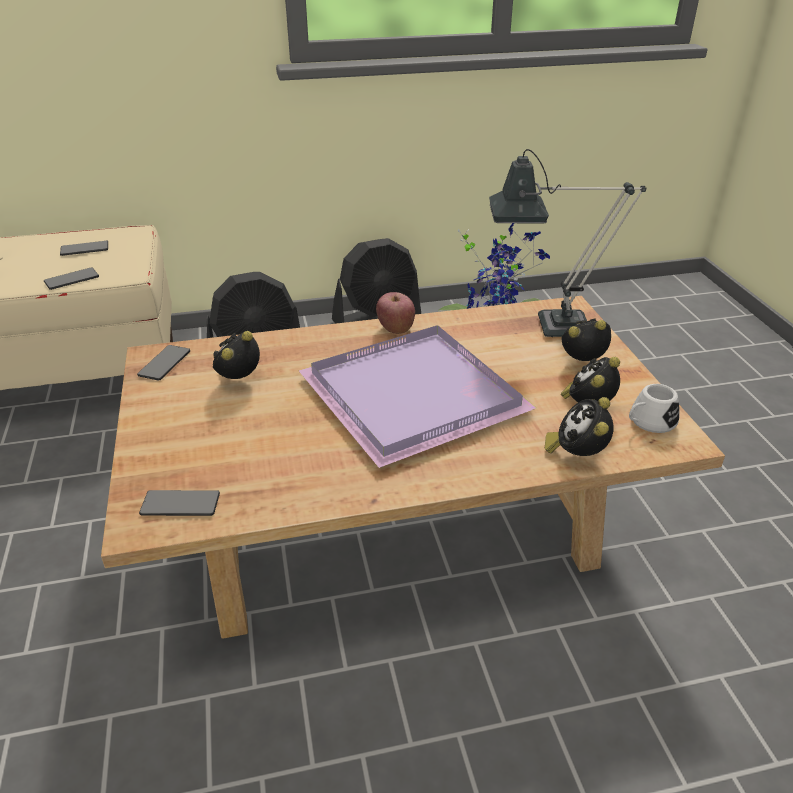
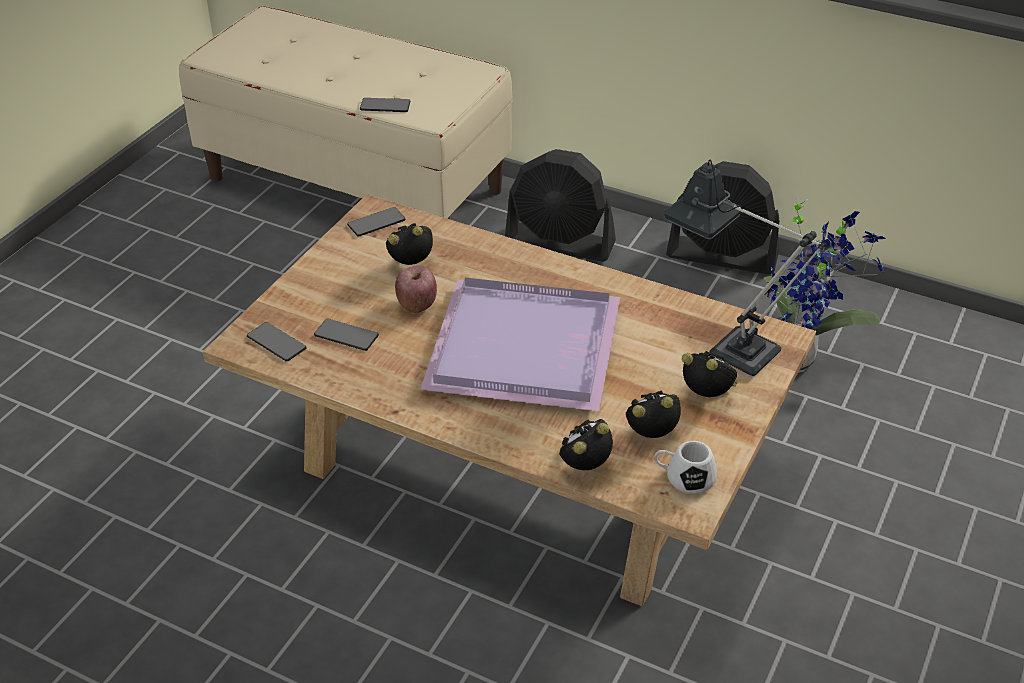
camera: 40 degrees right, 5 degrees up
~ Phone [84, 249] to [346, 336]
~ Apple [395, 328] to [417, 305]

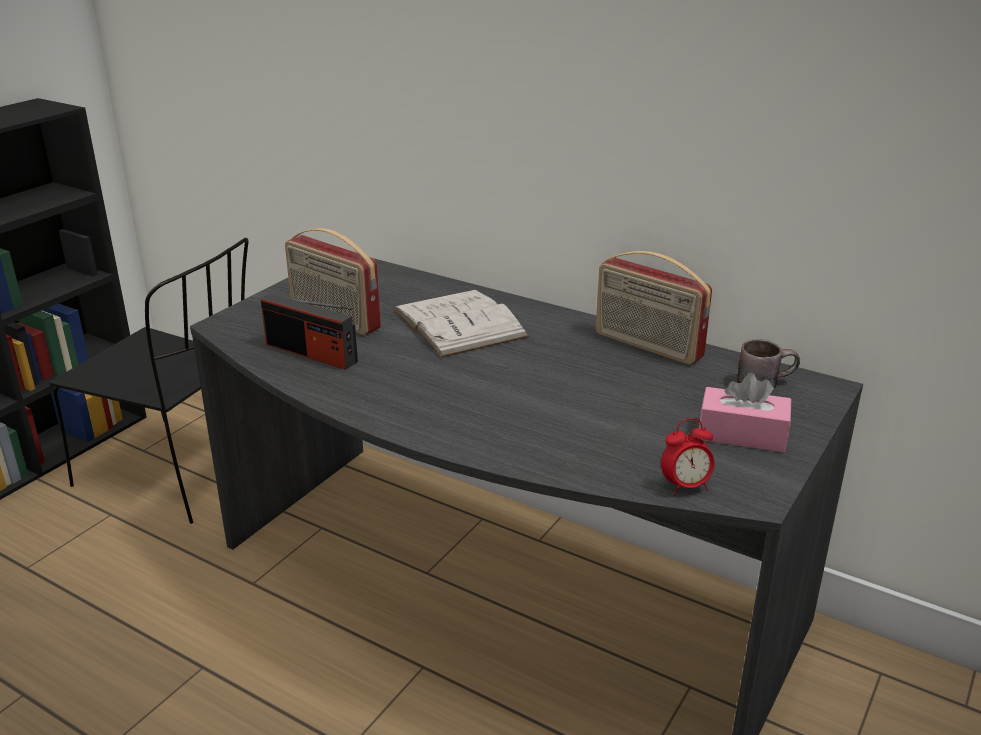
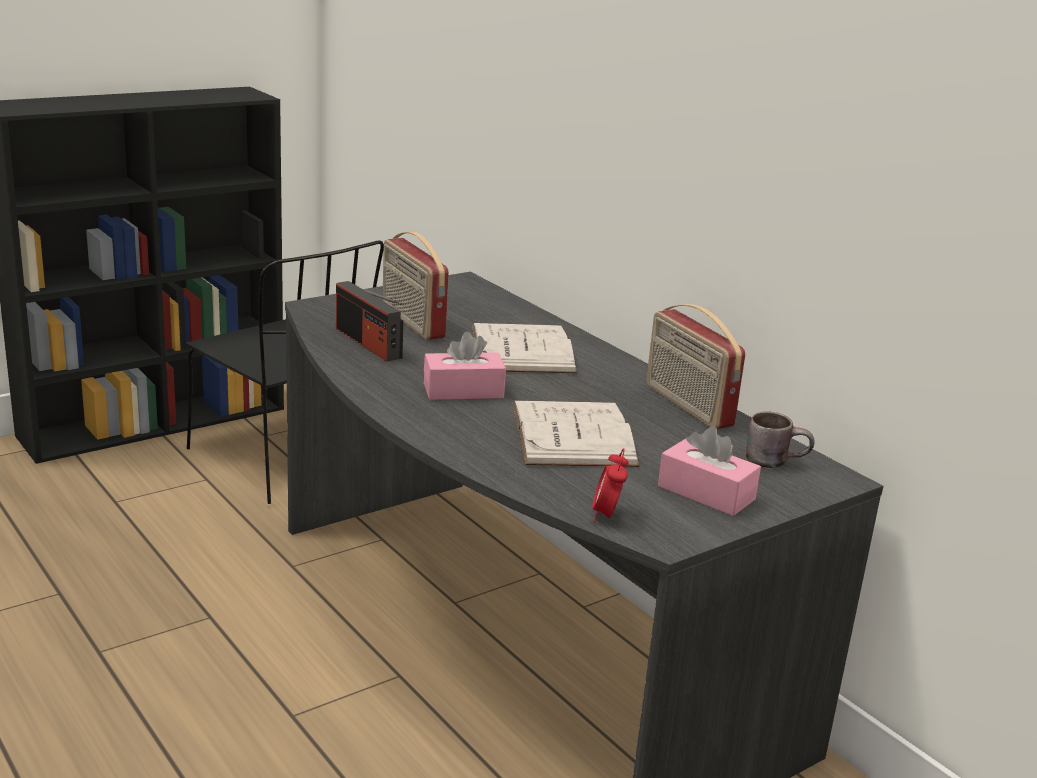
camera: 20 degrees right, 5 degrees down
+ PinkTissueBox [463, 391]
+ WhiteBook [572, 434]
~ AlarmClock [685, 486] = [607, 516] 90 degrees clockwise

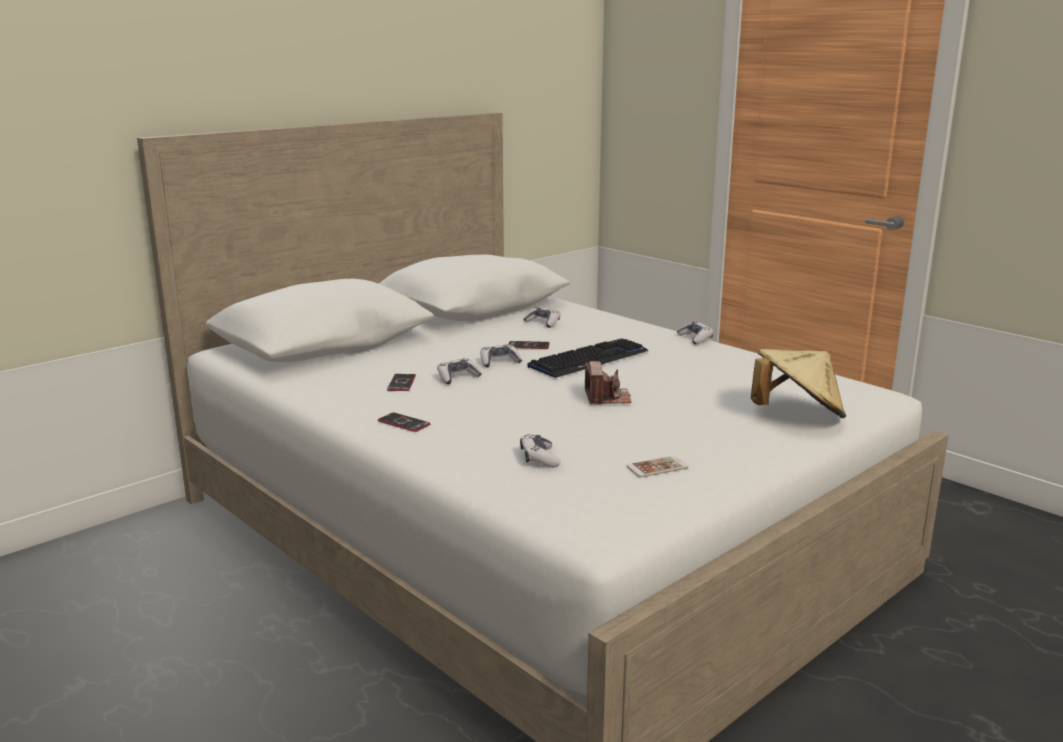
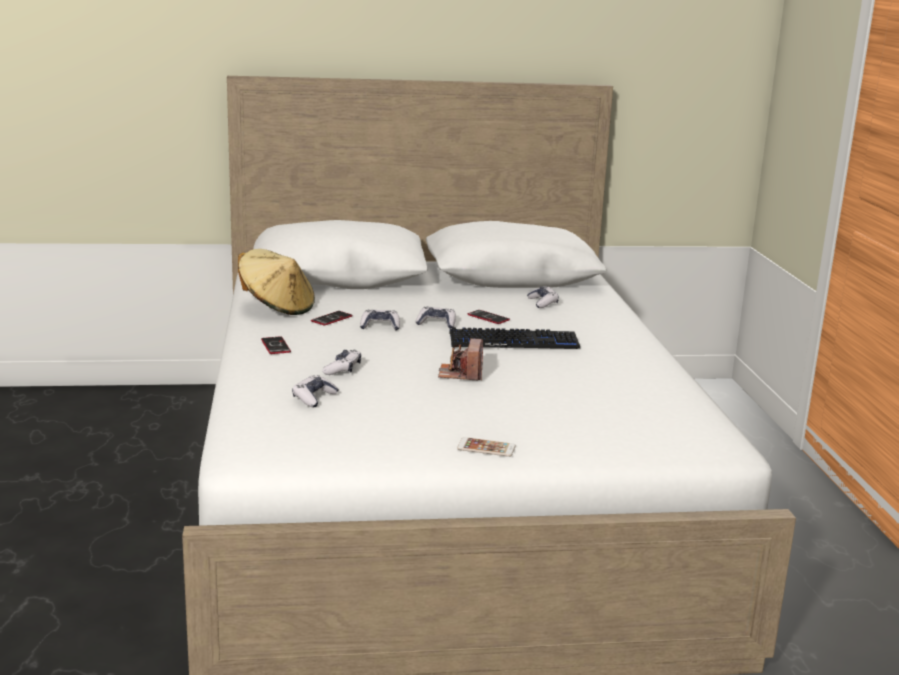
camera: 35 degrees right, 0 degrees up
~ BeigeHat [797, 415] to [277, 307]
~ GameController [695, 338] to [342, 369]
~ PhotoCamera [607, 398] = [461, 374] 150 degrees clockwise
~ Phone [657, 467] to [486, 448]

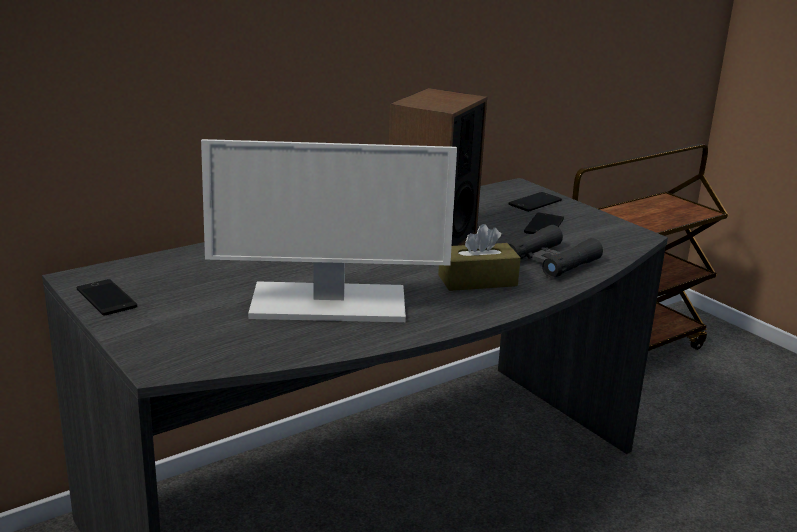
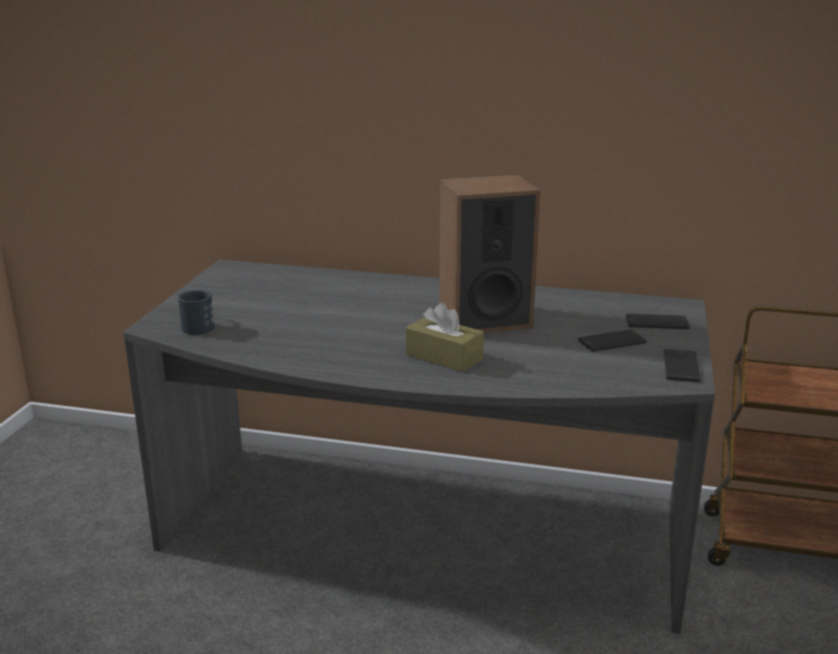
camera: 50 degrees right, 0 degrees up
+ BlackMug [199, 325]
~ Phone [106, 298] to [681, 366]
- Monitor [327, 304]
- BlackBinoculars [551, 261]

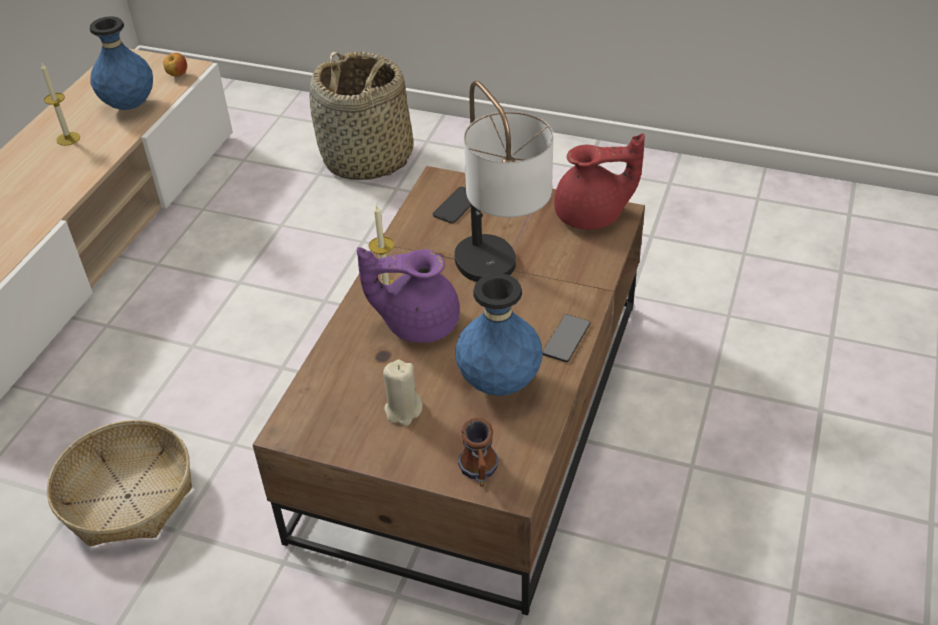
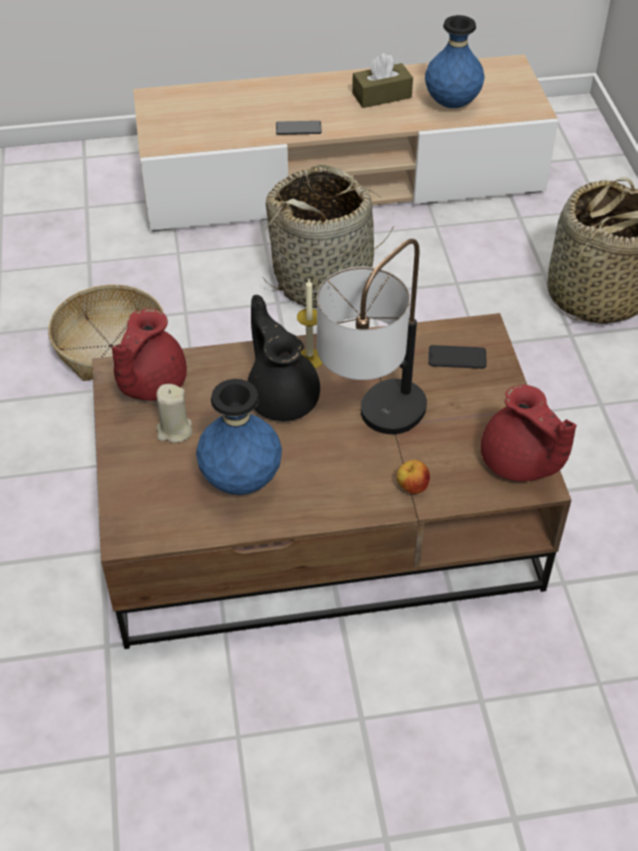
camera: 60 degrees right, 5 degrees up
+ RedTeapot [149, 384]
~ PurpleTeapot [418, 322] to BlackTeapot [282, 396]
+ Basket [323, 278]
~ Phone [566, 339] to [298, 129]
~ Candle [68, 139] to BrownTissueBox [381, 95]
~ Apple [177, 75] to [412, 487]
- Mug [479, 473]

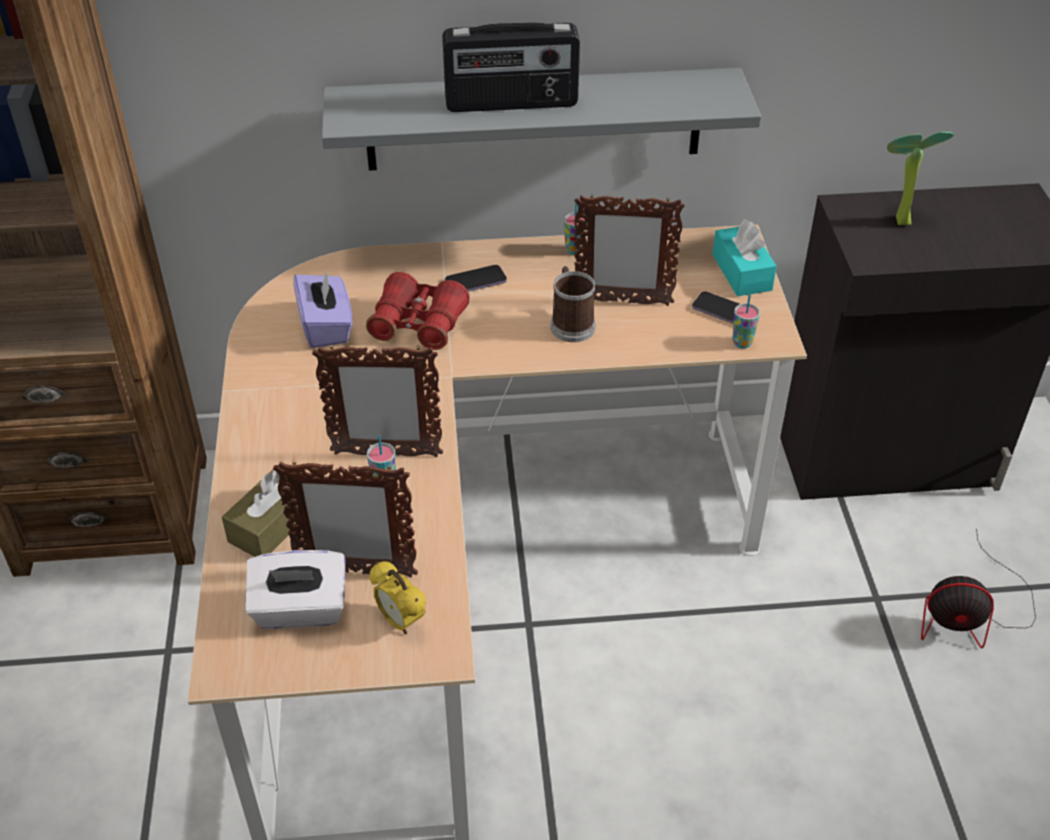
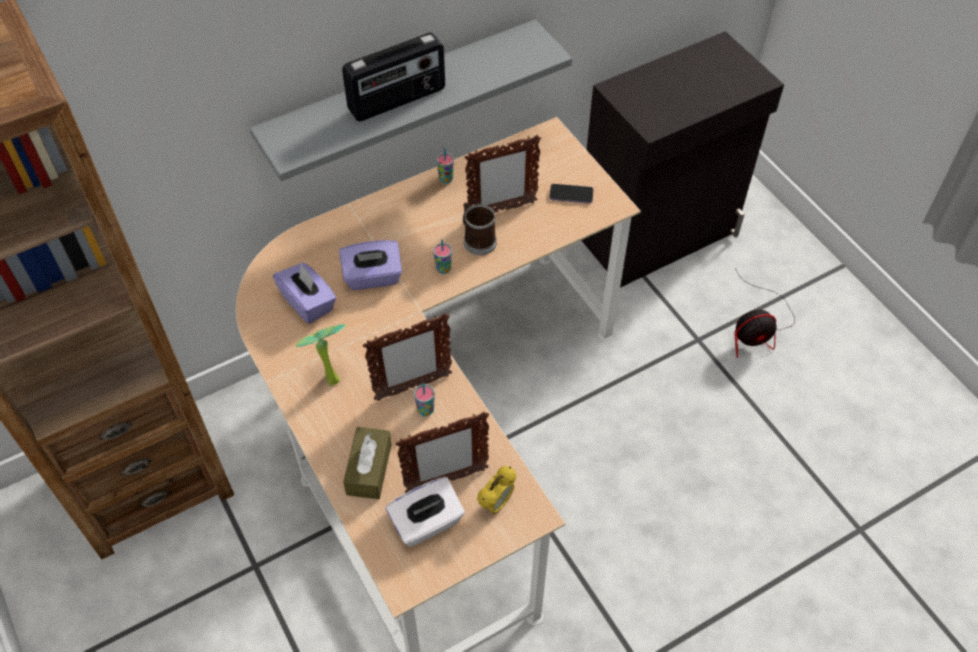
camera: 25 degrees left, 10 degrees up
~ PottedPlant [898, 220] to [328, 379]
~ RedBinoculars [418, 324] to PurpleTissueBox [373, 277]
~ Cup [742, 343] to [443, 269]
~ AlarmClock [401, 621] = [496, 504] 75 degrees counterclockwise
- Phone [476, 281]
- TurquoiseTissueBox [741, 272]

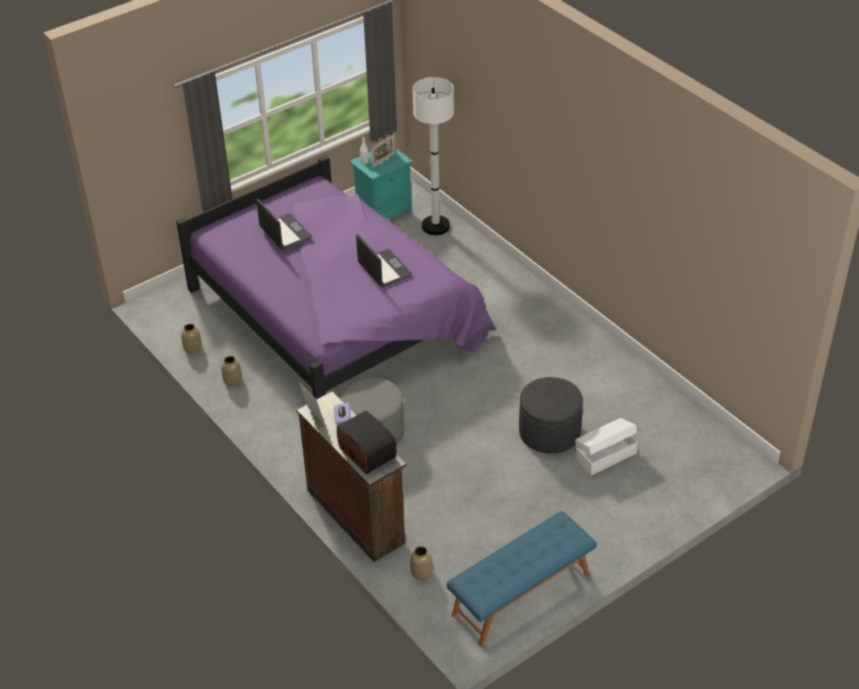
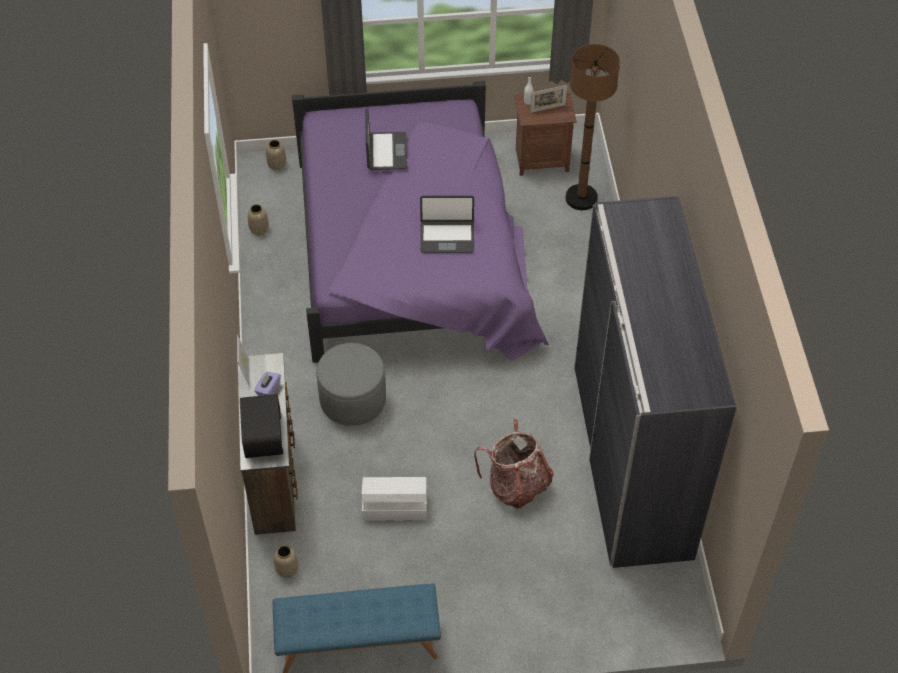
camera: 30 degrees right, 10 degrees up
~ Vase [233, 381] to [277, 165]
~ WhiteStorageBox [605, 456] to [394, 507]
~ Laptop [384, 269] = [447, 237] 90 degrees clockwise
~ GreyOttoman [549, 432] to Backpack [516, 485]
~ TurquoiseNightstand [383, 212] to BrownNightstand [541, 159]
~ WhiteFloorLamp [435, 226] to BrownFloorLamp [581, 198]
+ GreyWardrobe [631, 461]

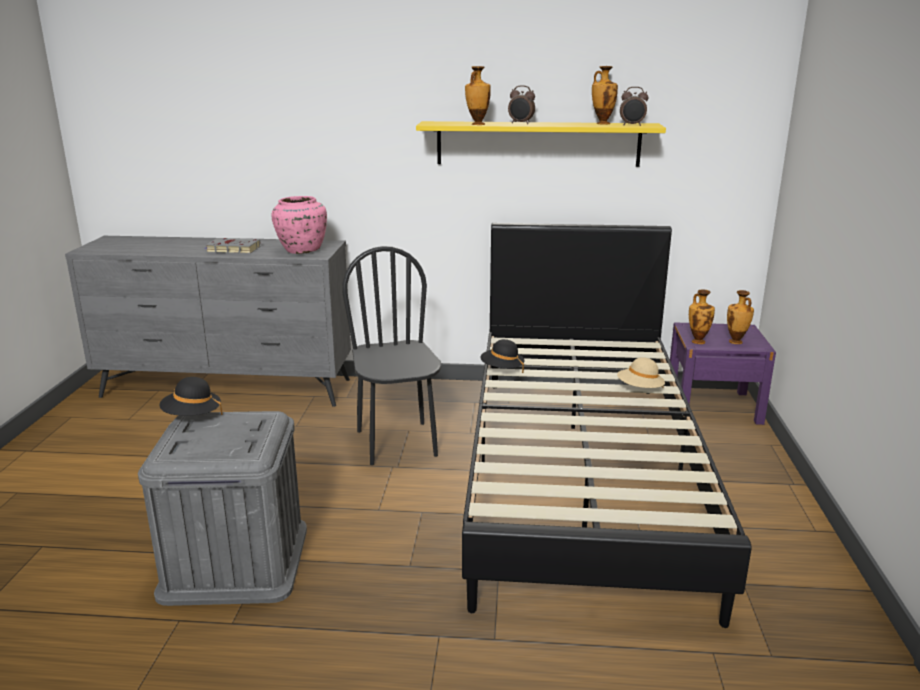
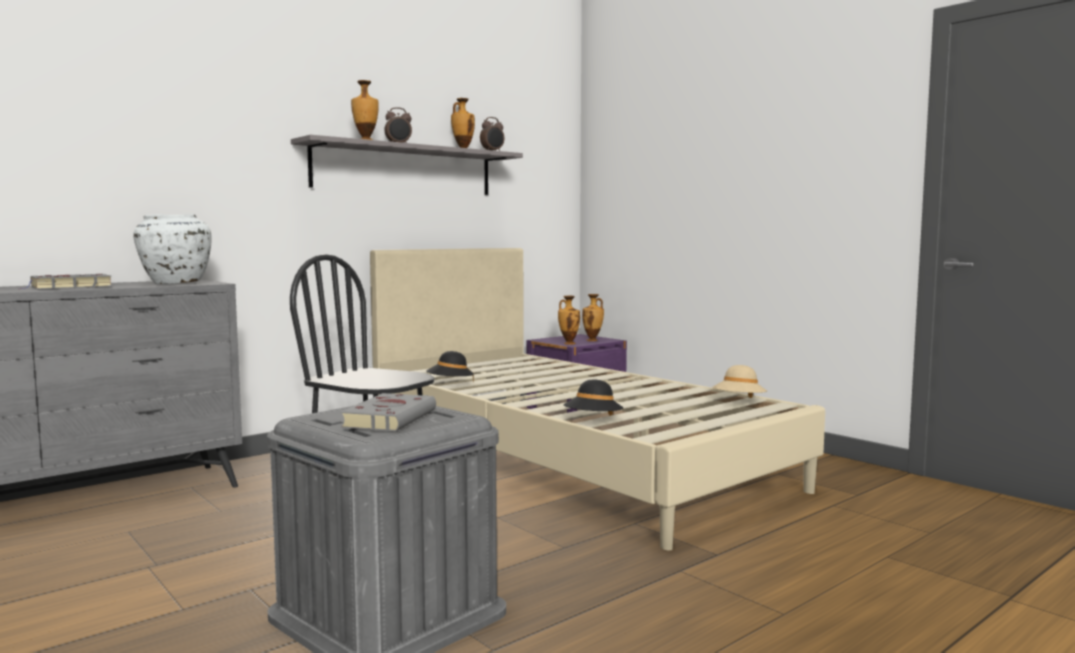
camera: 45 degrees left, 15 degrees down
~ PinkVase [301, 250] to WhiteVase [174, 283]
~ YellowShelf [538, 143] to GreyShelf [405, 169]
+ GreyBook [391, 418]
~ BlackBed [580, 474] to BeigeBed [569, 460]
~ BlackHat [192, 416] to [593, 421]
~ BeigeHat [639, 389] to [739, 402]

